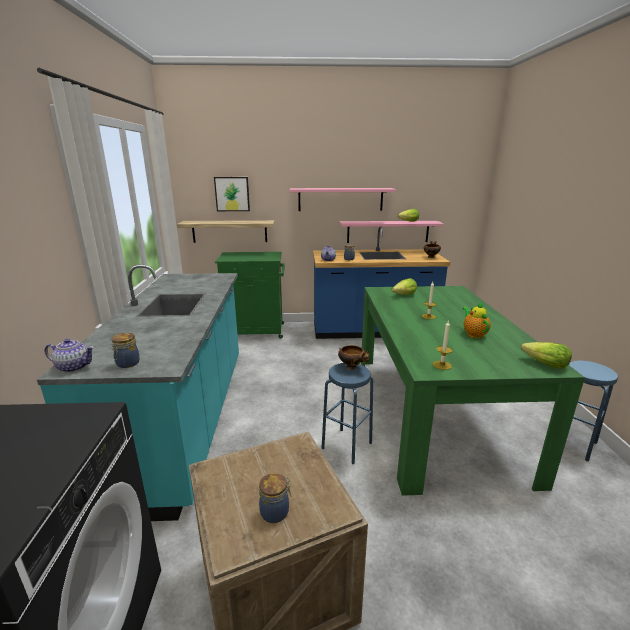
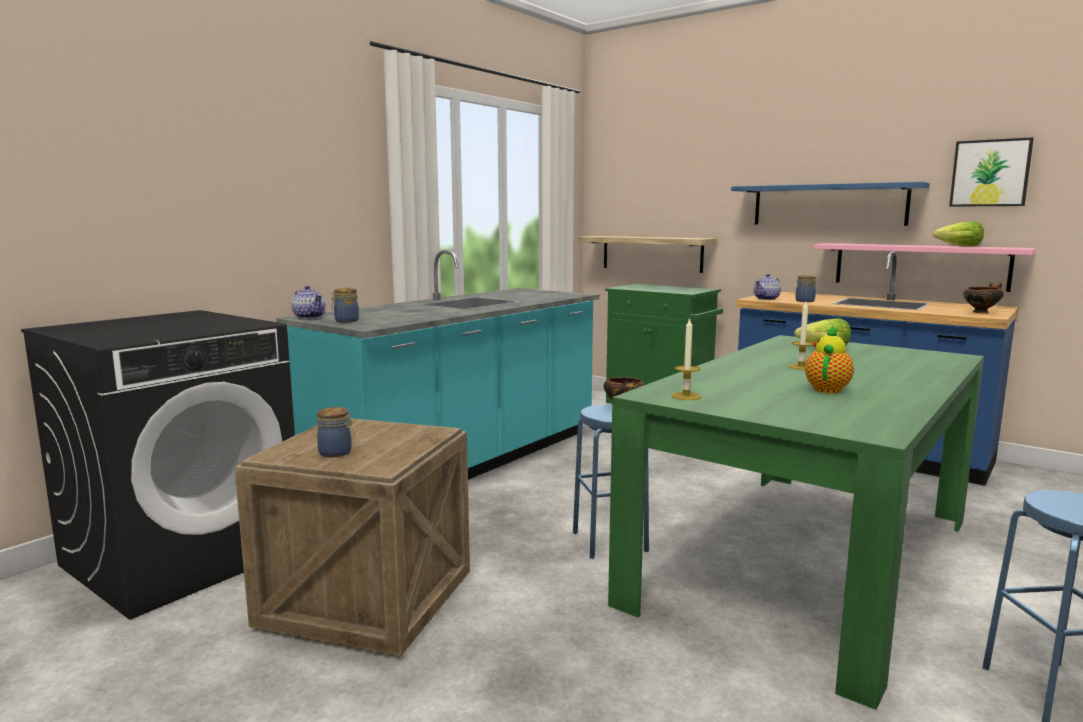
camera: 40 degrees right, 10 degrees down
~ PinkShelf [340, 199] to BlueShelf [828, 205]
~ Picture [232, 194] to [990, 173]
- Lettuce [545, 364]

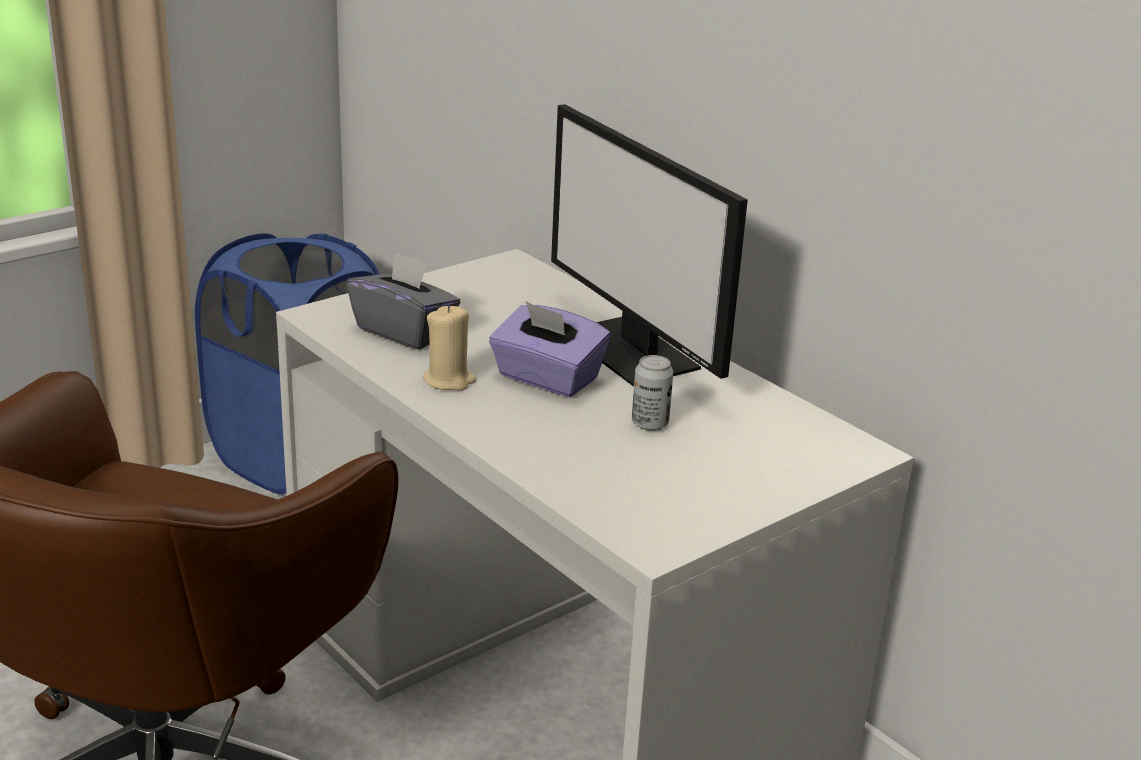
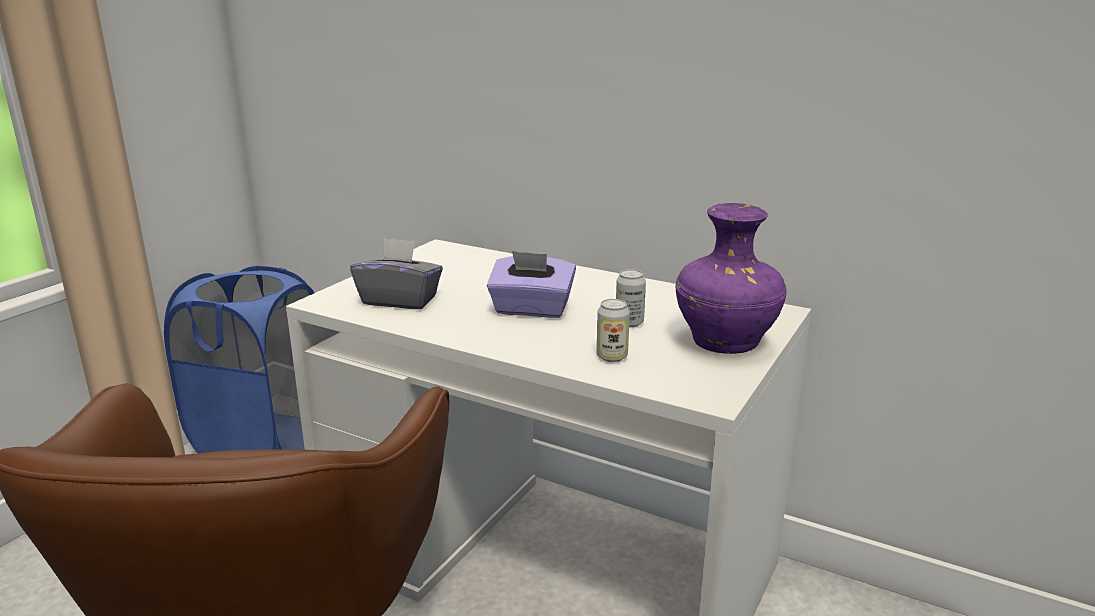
camera: 20 degrees left, 5 degrees down
+ Can [612, 357]
+ PurpleVase [726, 344]
- BeigeCandle [449, 380]
- Monitor [633, 350]

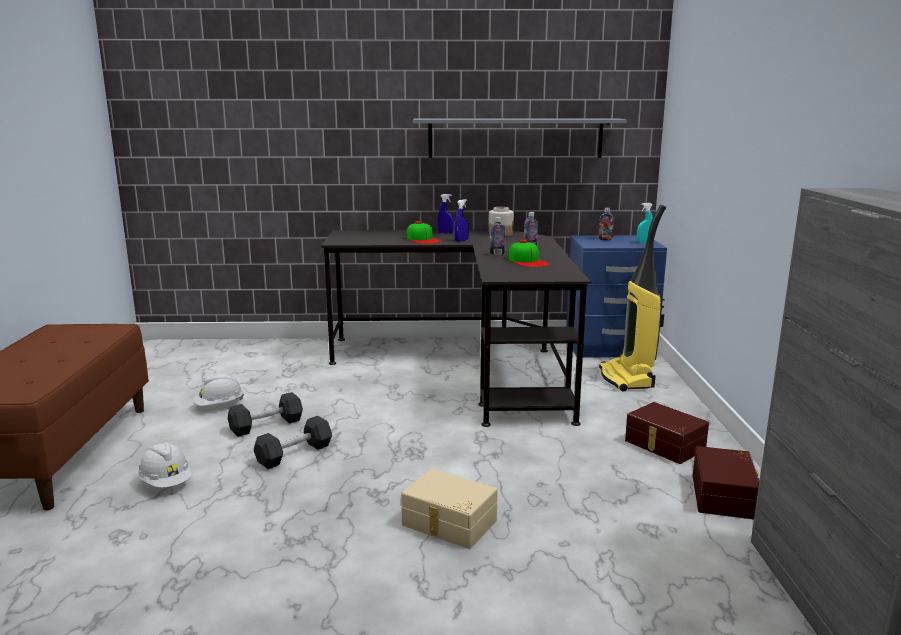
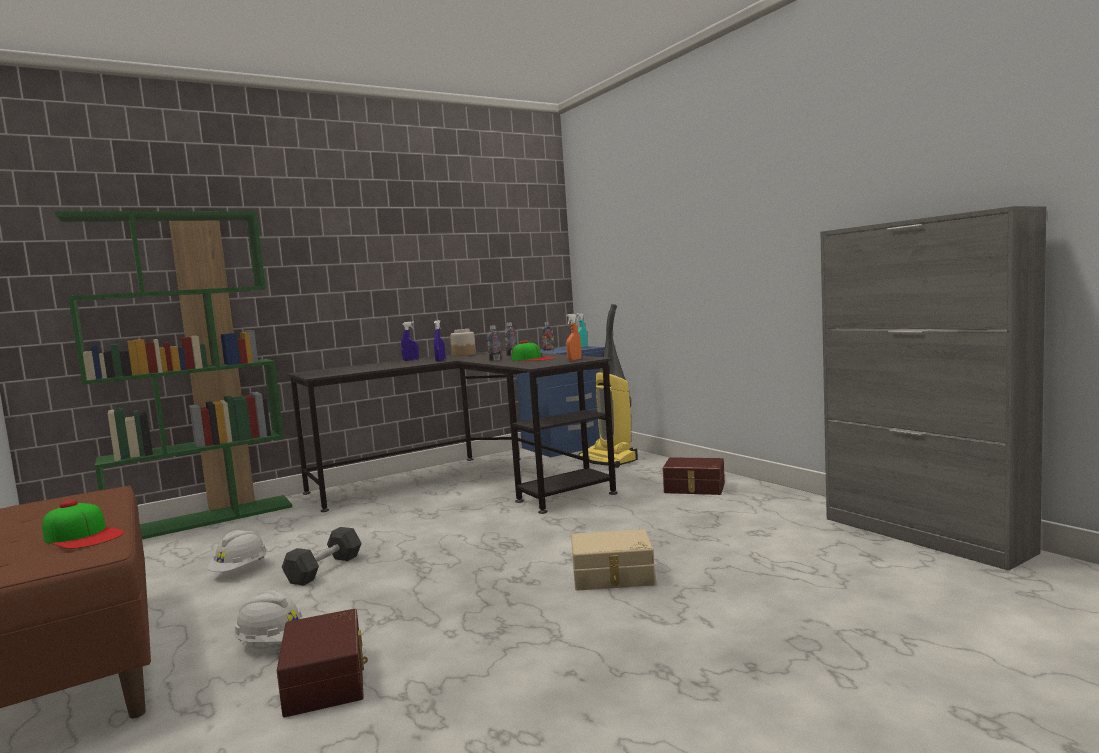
camera: 30 degrees left, 10 degrees down
~ Cap [423, 239] to [83, 536]
+ GreenBookcase [204, 519]
~ BrownStorageBox [725, 496] to [328, 679]
+ OrangeSprayBottle [574, 360]
- BlackDumbbell [294, 454]
- GreyShelf [515, 138]

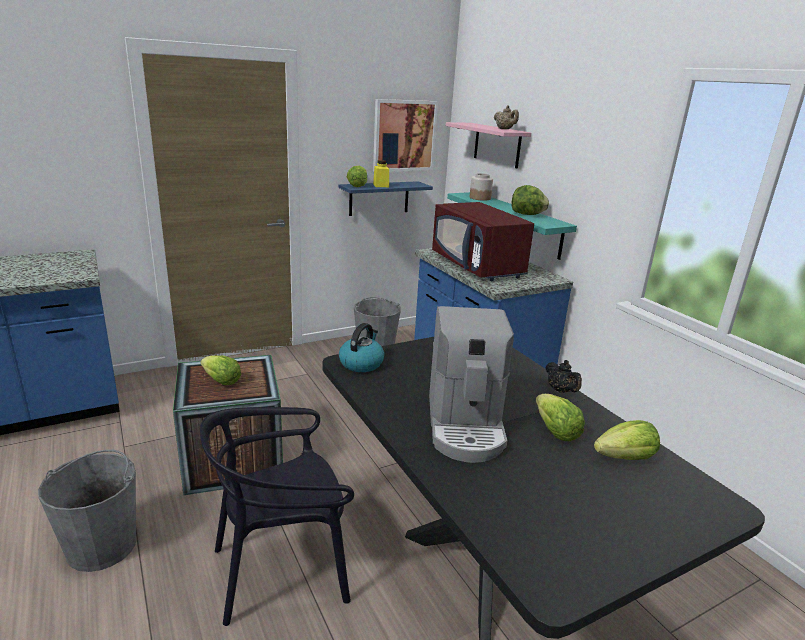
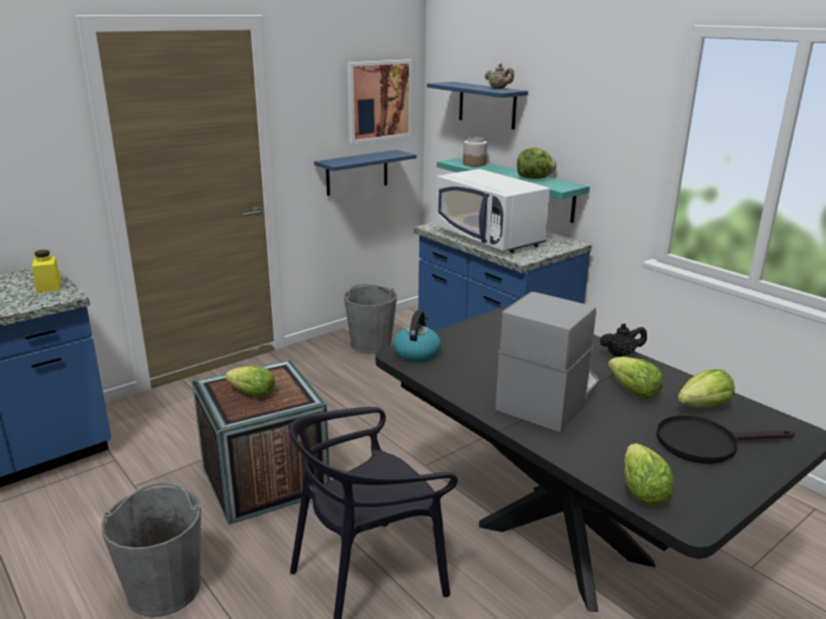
camera: 10 degrees left, 0 degrees up
~ YellowJar [381, 185] to [49, 287]
~ PinkShelf [497, 145] to BlueShelf [487, 105]
~ RedMicrowave [477, 266] to WhiteMicrowave [489, 238]
~ CoffeeMachine [465, 425] = [549, 398] 135 degrees counterclockwise
~ BlackTeapot [560, 391] = [621, 354] 60 degrees counterclockwise
~ Lettuce [357, 186] to [642, 491]
+ BlackFryingPan [706, 443]

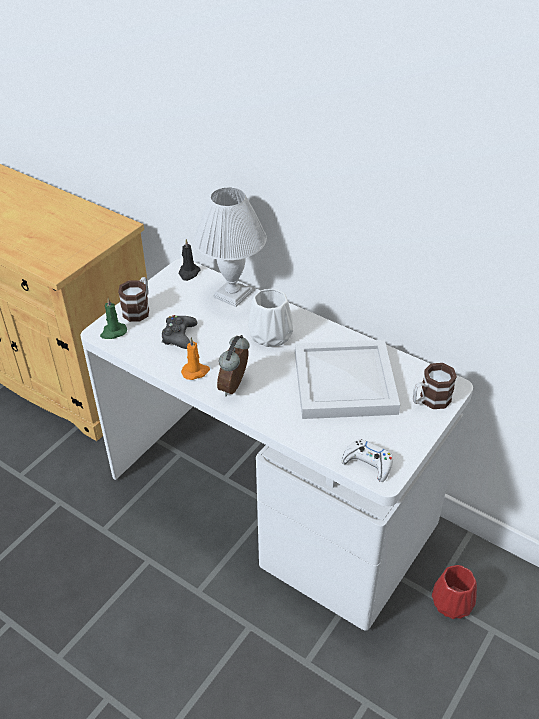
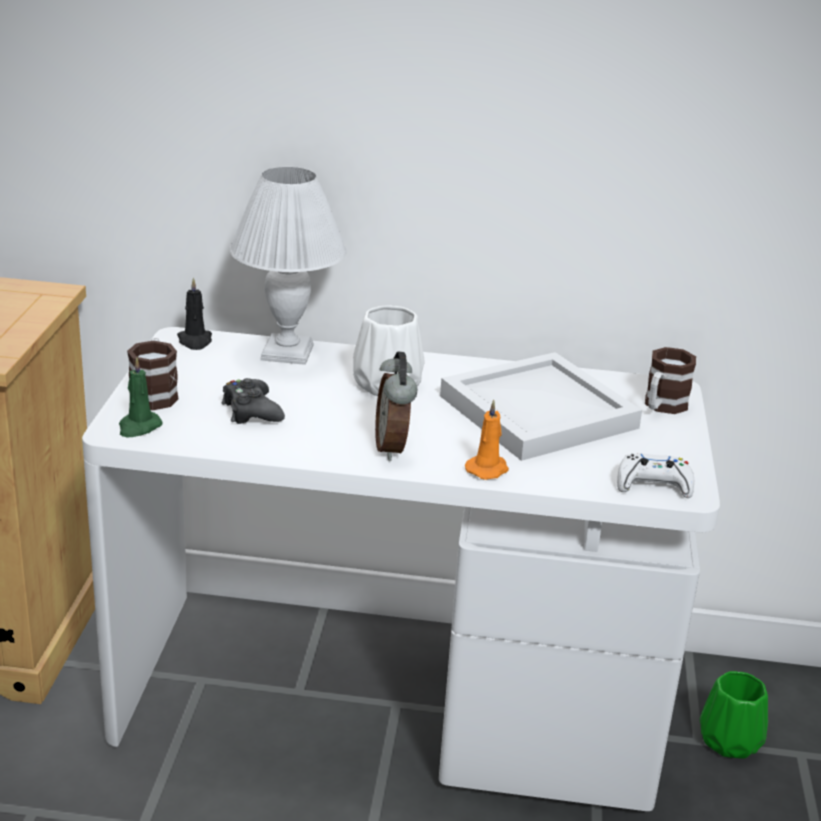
camera: 30 degrees left, 15 degrees down
~ OrangeCandle [196, 372] to [488, 469]
~ RedVase [452, 602] to GreenVase [729, 740]

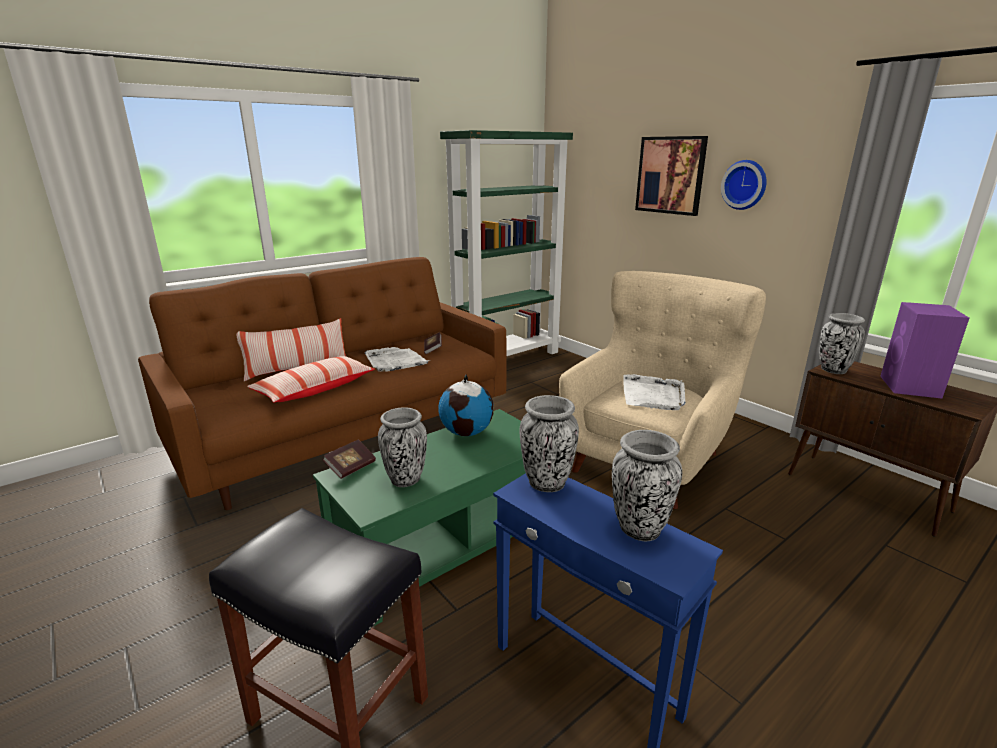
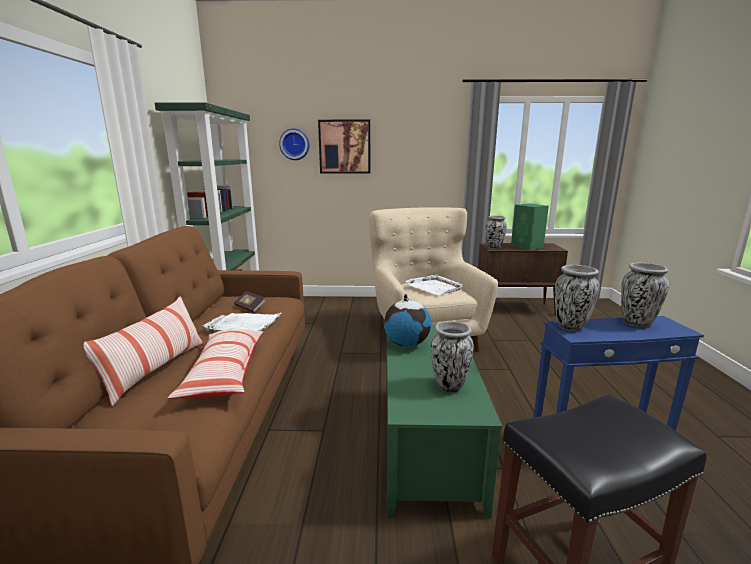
camera: 50 degrees left, 5 degrees down
~ WallClock [745, 185] to [295, 144]
~ PurpleSpeaker [910, 387] to GreenSpeaker [527, 246]
- Book [351, 467]

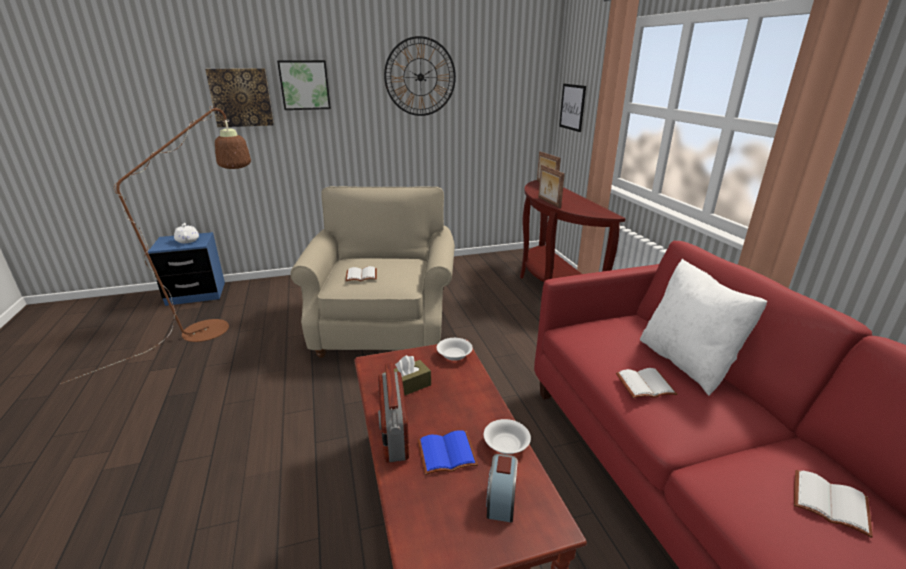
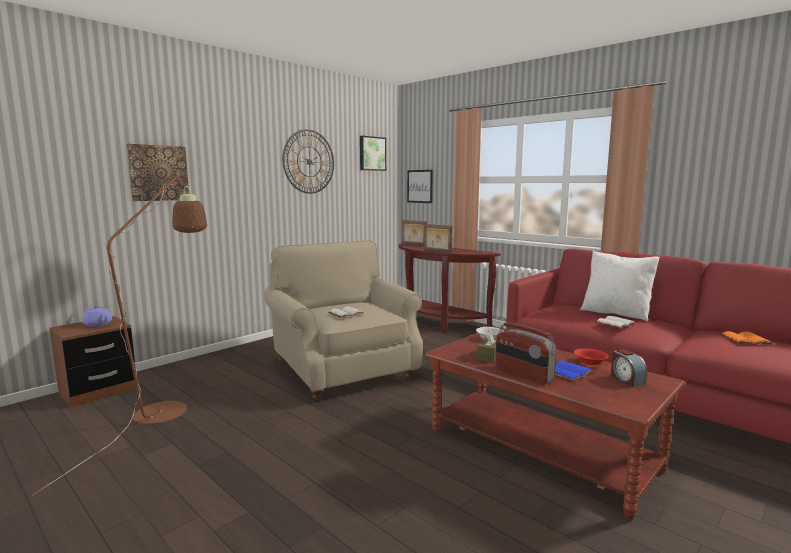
camera: 30 degrees left, 15 degrees down
~ BlueNightstand [196, 294] to BrownNightstand [98, 390]
~ WhiteTeapot [188, 240] to PurpleTeapot [97, 324]
~ Picture [304, 85] to [372, 153]
~ WhiteBowl [506, 444] to RedBowl [589, 362]
~ WhiteBook [831, 502] to OrangeBook [745, 339]

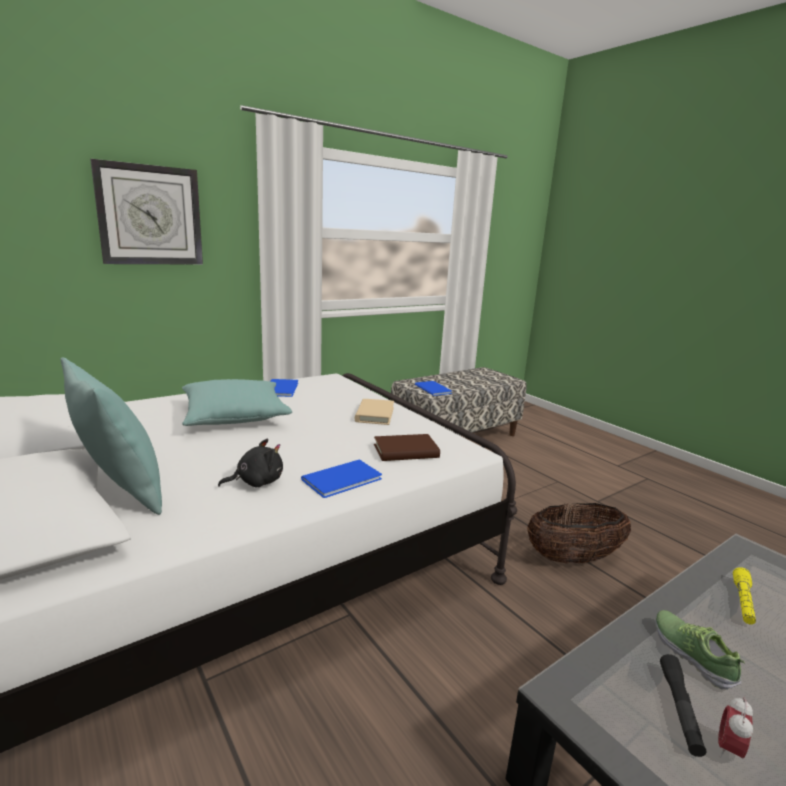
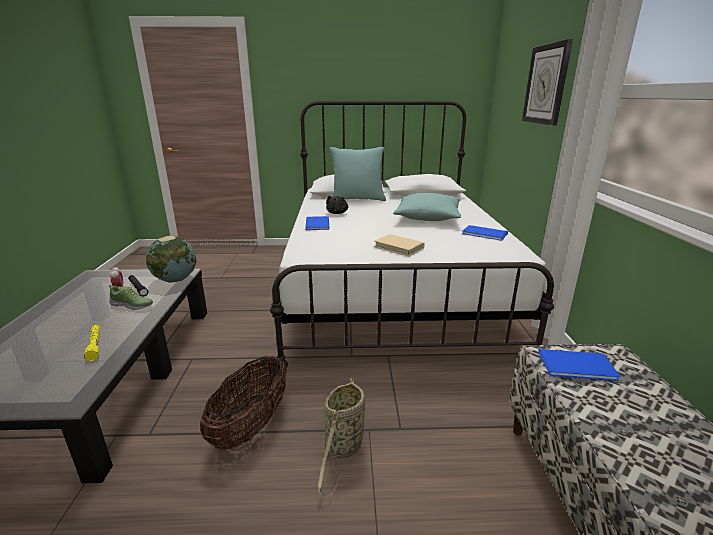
camera: 125 degrees right, 5 degrees up
+ Globe [175, 280]
+ Basket [343, 449]
- BrownBook [406, 451]

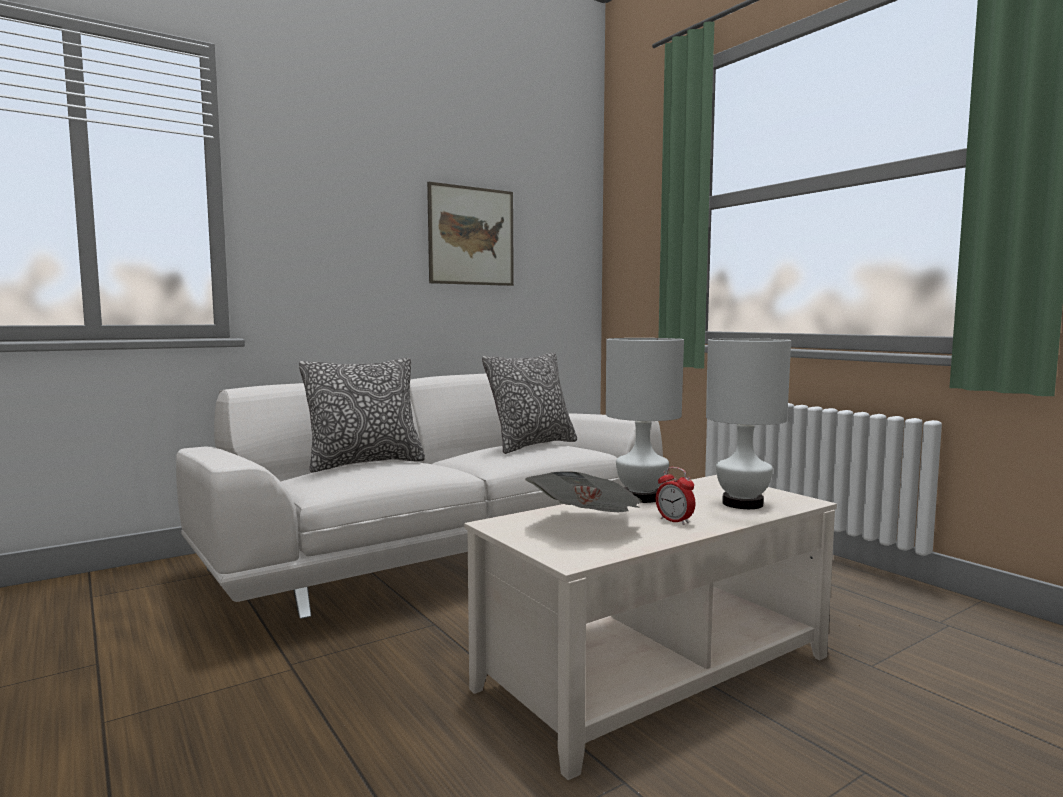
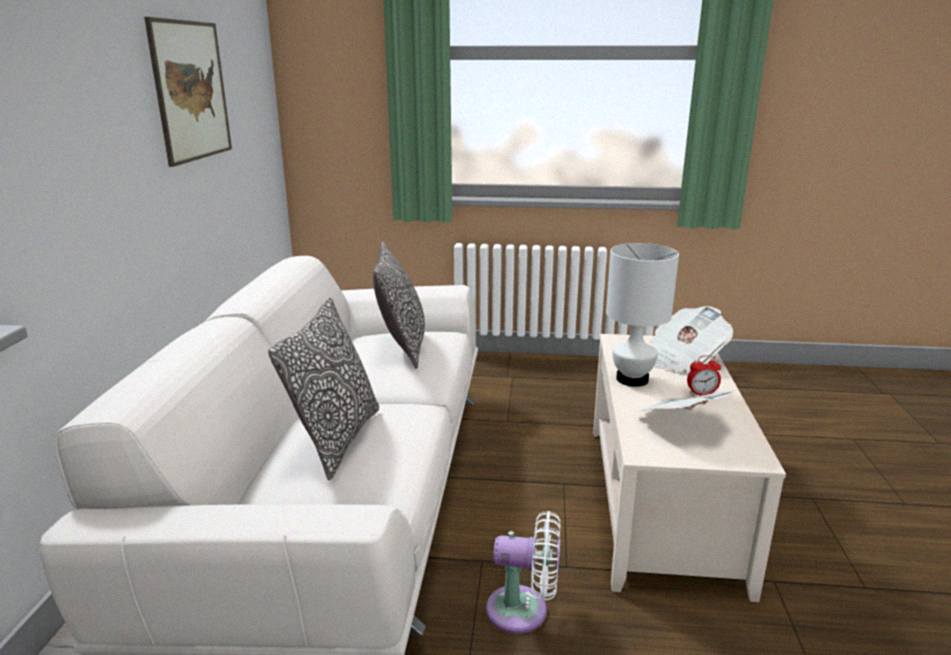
camera: 50 degrees left, 15 degrees up
+ WhiteFan [524, 611]
~ WhiteTableLamp [741, 503] to Newspaper [683, 359]

